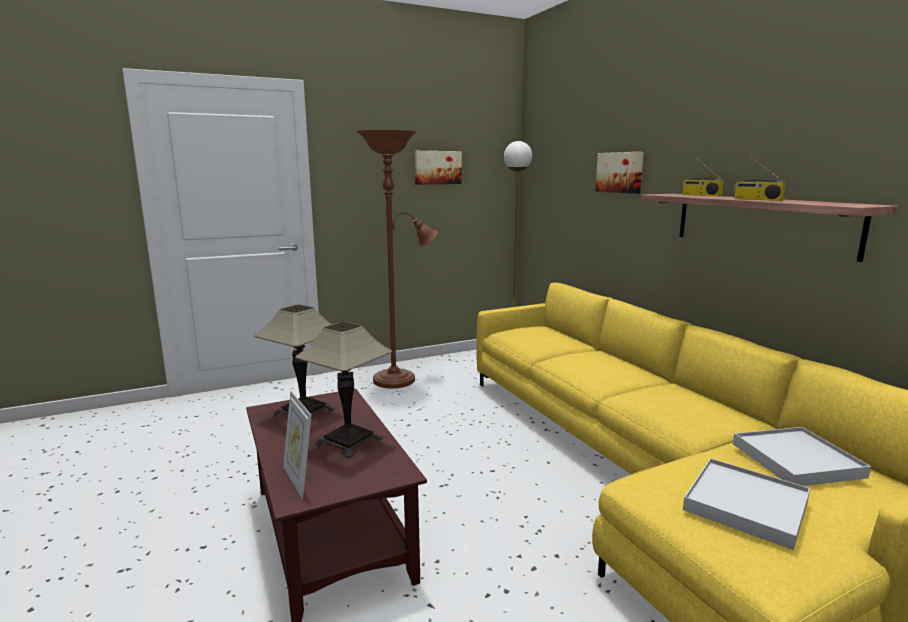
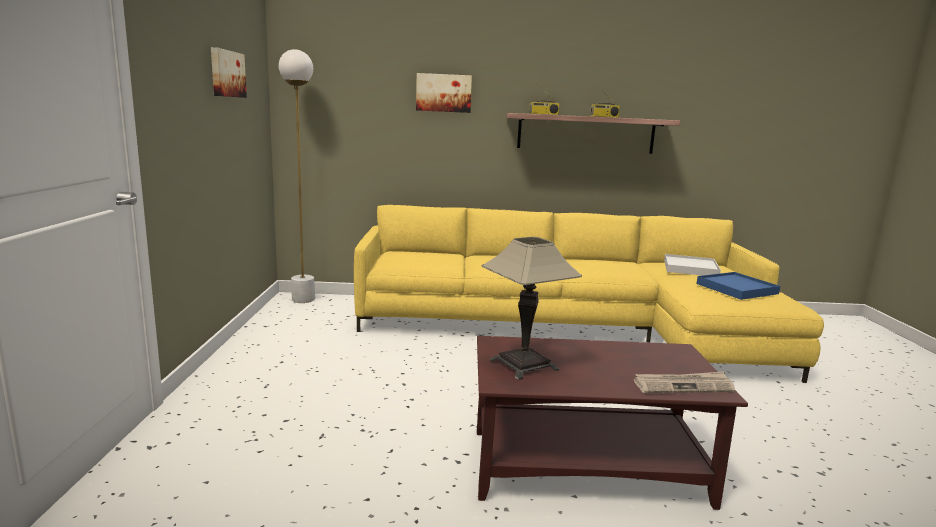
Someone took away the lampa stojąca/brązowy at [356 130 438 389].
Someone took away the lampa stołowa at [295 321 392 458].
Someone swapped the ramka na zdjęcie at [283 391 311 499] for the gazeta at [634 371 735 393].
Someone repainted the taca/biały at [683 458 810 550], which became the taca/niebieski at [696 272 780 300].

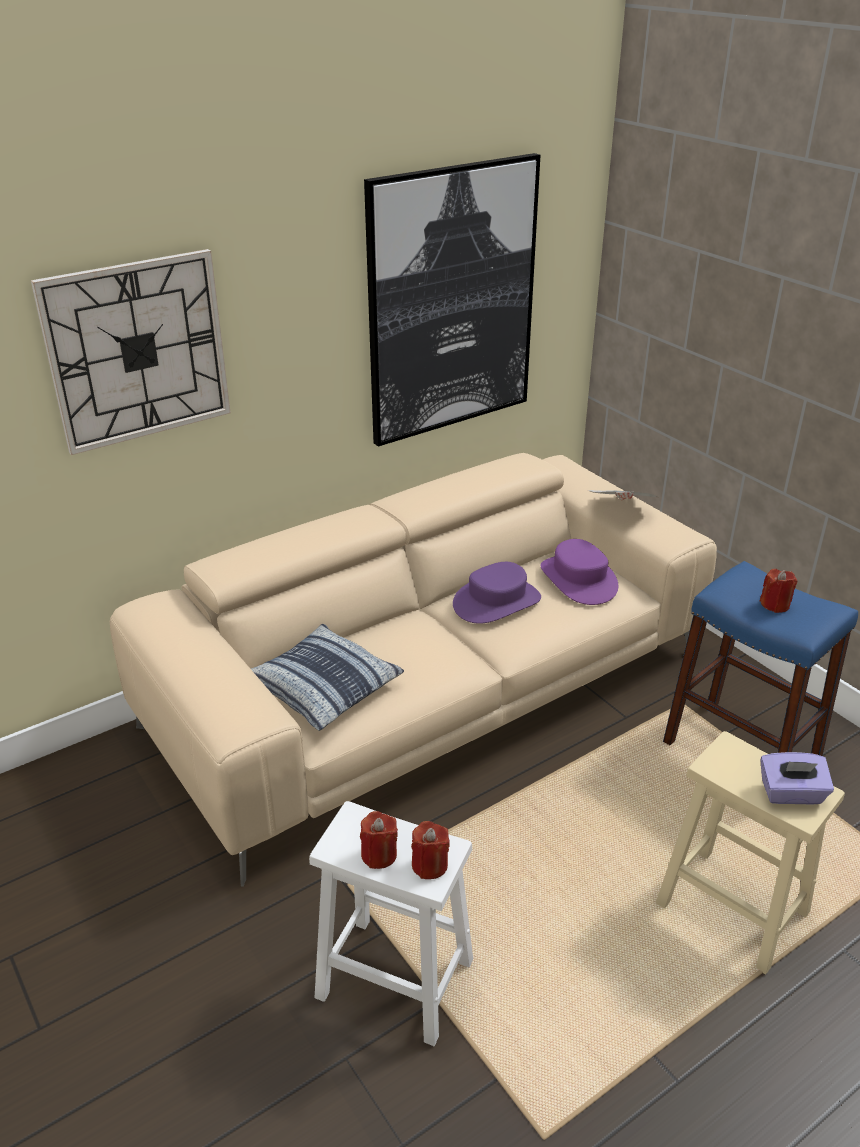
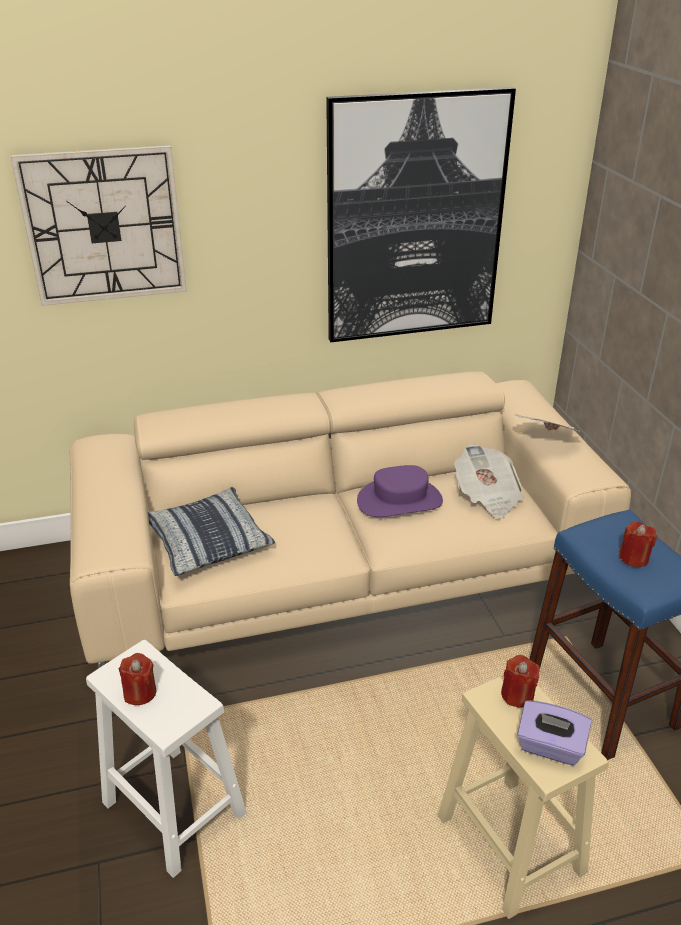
Someone swapped the kapelusz/fioletowy at [541 539 618 605] for the gazeta at [454 444 525 519].
Someone carried the świeca/czerwony from [411 821 450 879] to [501 655 540 708].

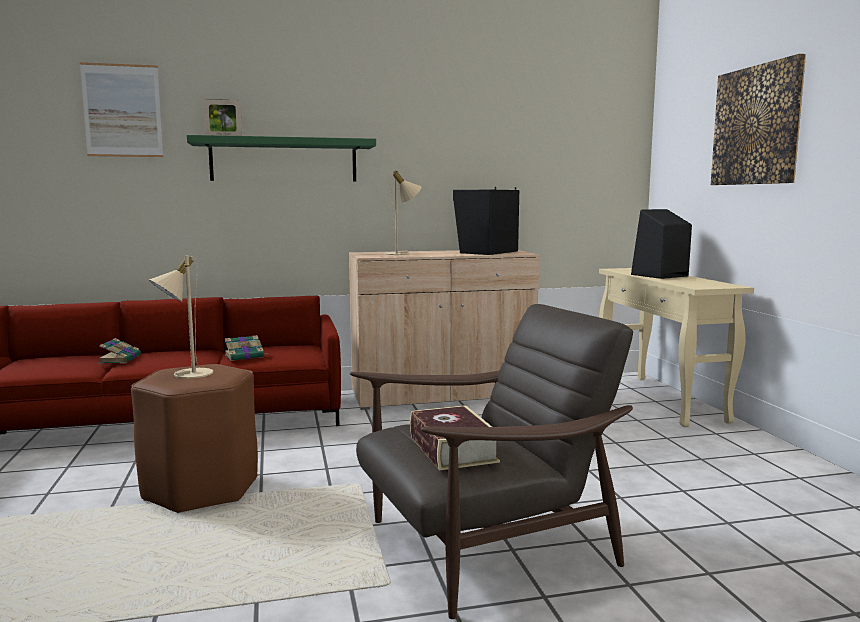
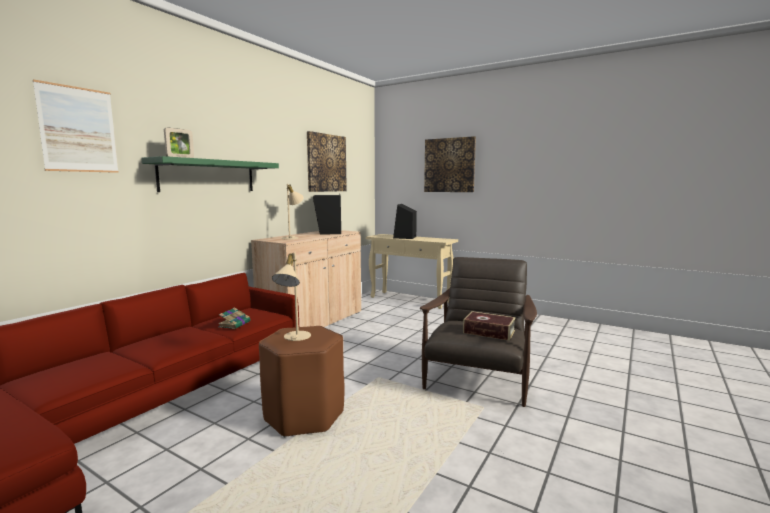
Someone took away the książka at [98 338 141 364].
Someone put up the obraz at [307 131 347 192].

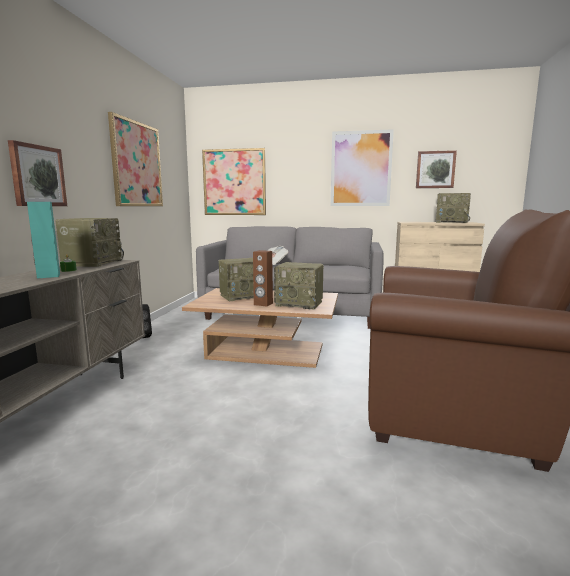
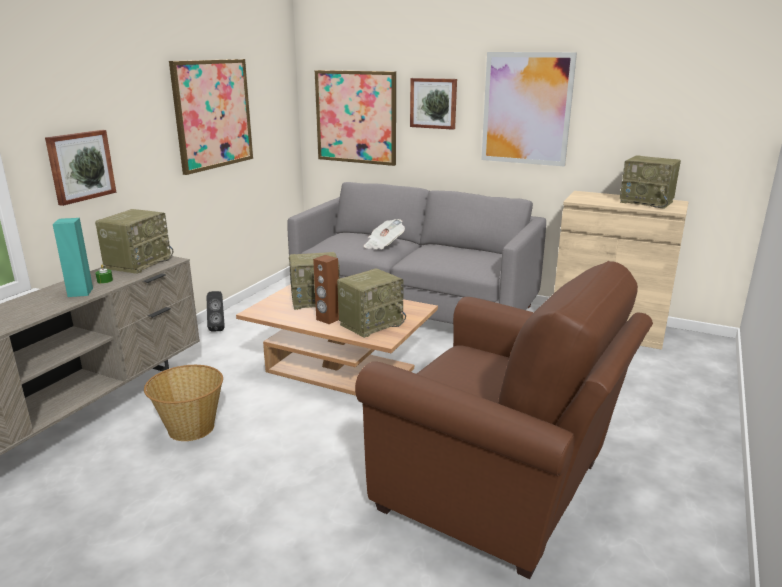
Someone carried the obraz from [416 150 457 188] to [410 78 457 130].
Someone rotated the radio at [274 262 324 310] by 75 degrees counterclockwise.
Someone put down the koszyk at [144 365 223 441].

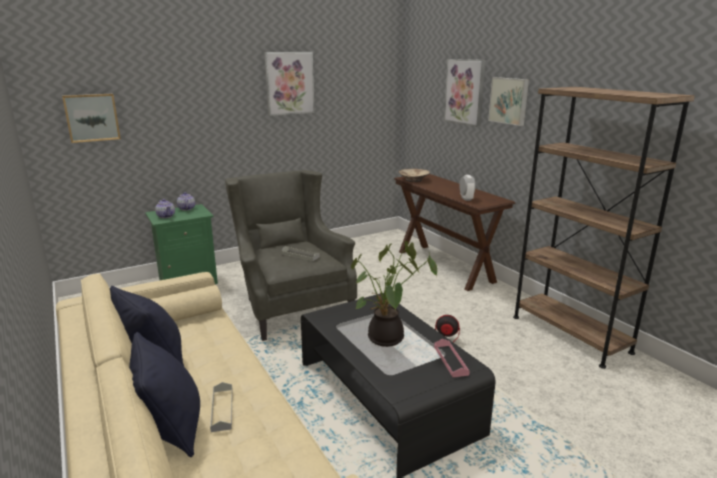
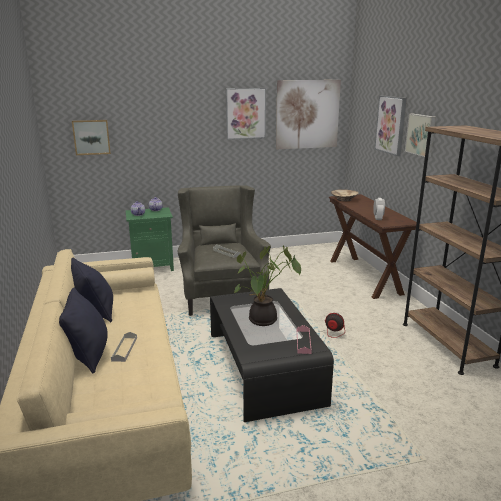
Someone put up the obraz at [276 80 341 149].

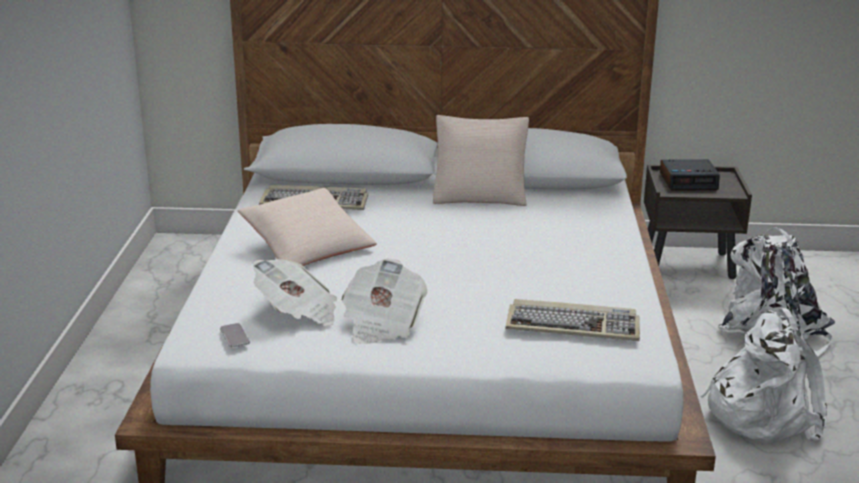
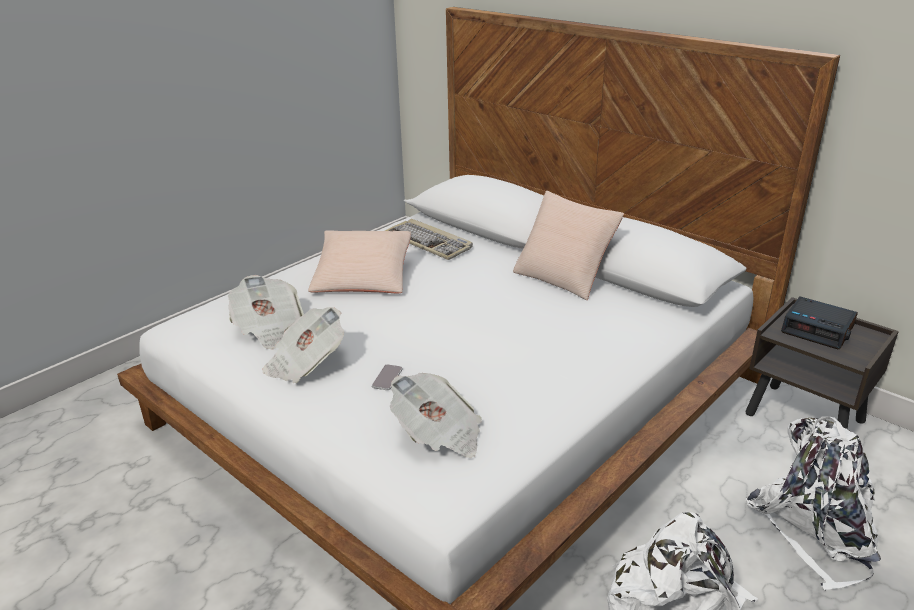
Someone swapped the klawiatura at [506 299 640 341] for the gazeta at [390 373 482 458].
Someone carried the telefon from [220 323 250 347] to [372 364 402 390].

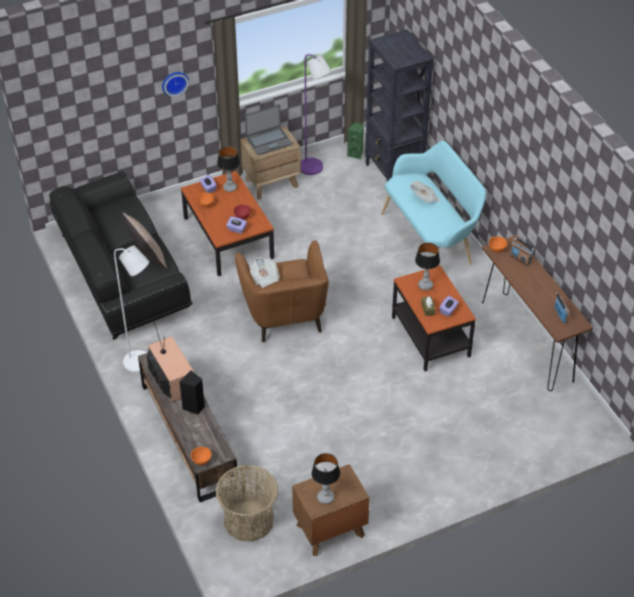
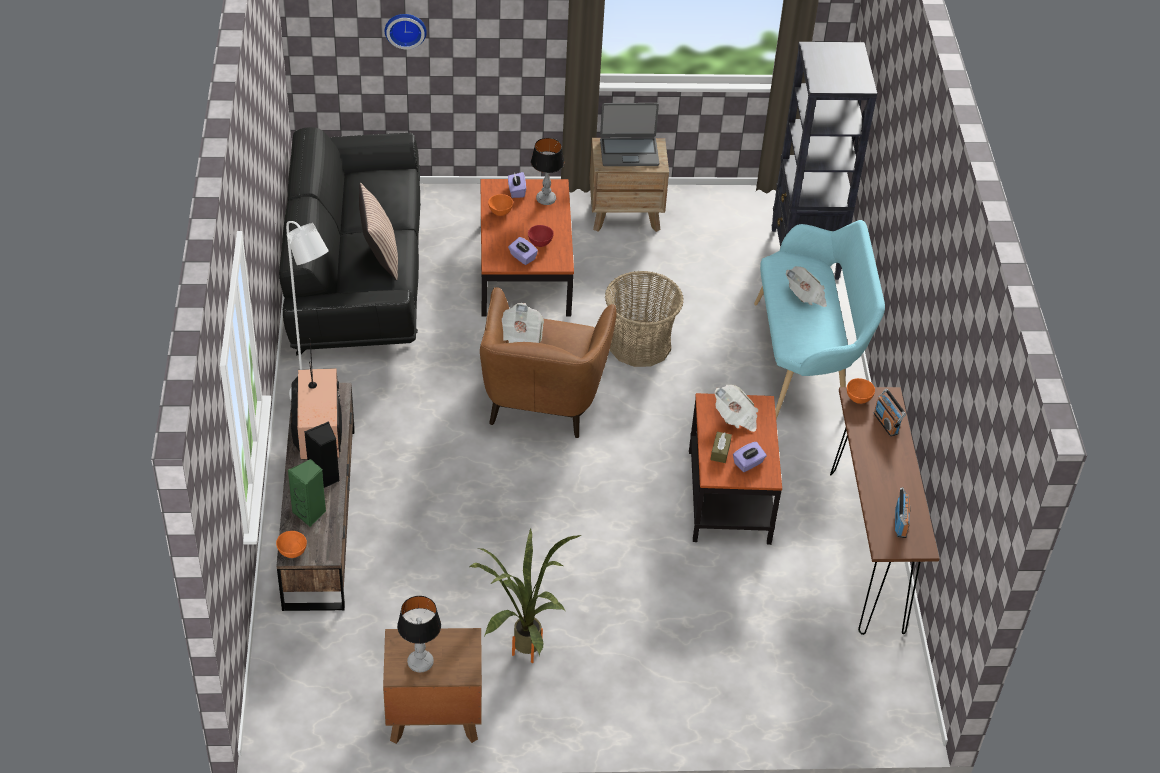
Someone took away the lampa stojąca/fioletowy at [301 54 331 175].
Someone carried the zegar ścienny from [162 72 189 96] to [385 14 427 49].
Someone carried the głośnik/zielony from [347 122 364 159] to [288 459 326 527].
Someone swapped the lampa stołowa at [415 243 440 290] for the gazeta at [715 385 758 432].
Someone carried the koszyk from [215 465 278 541] to [605 271 684 367].
Someone put down the roślina doniczkowa at [470 528 581 663].

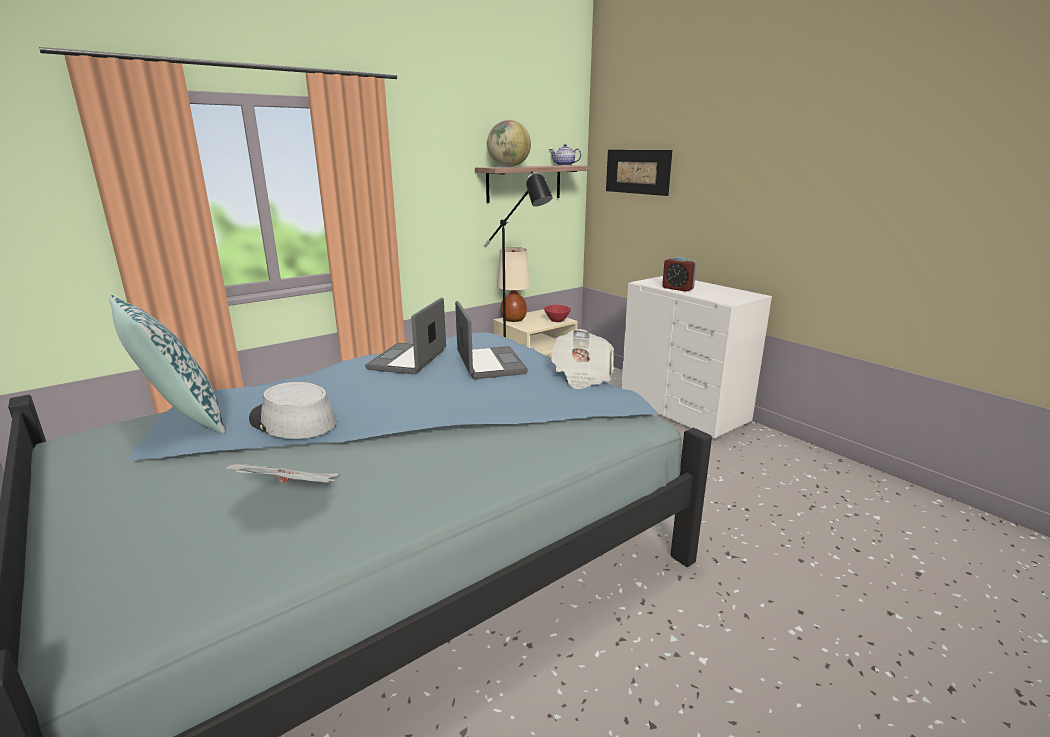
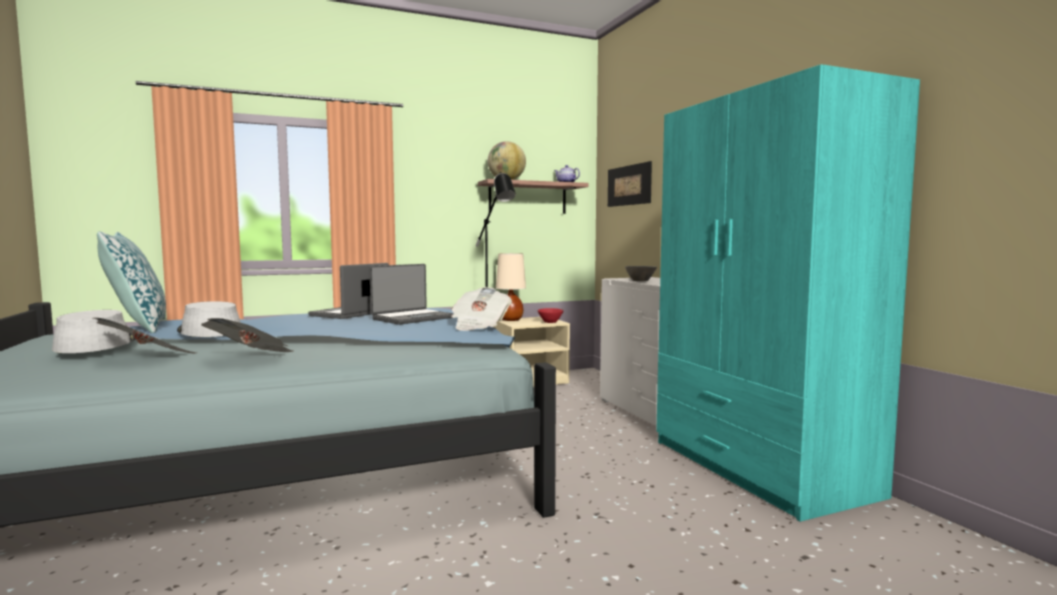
Someone swapped the budzik at [662 257 697 292] for the miska/szary at [625 266 657 281].
Someone rotated the laptop at [455 301 528 379] by 45 degrees clockwise.
Someone put down the szafa/turkusowy at [656 64 920 522].
Someone put down the kapelusz/szary at [52 310 135 353].
Someone put down the gazeta at [201 318 293 352].

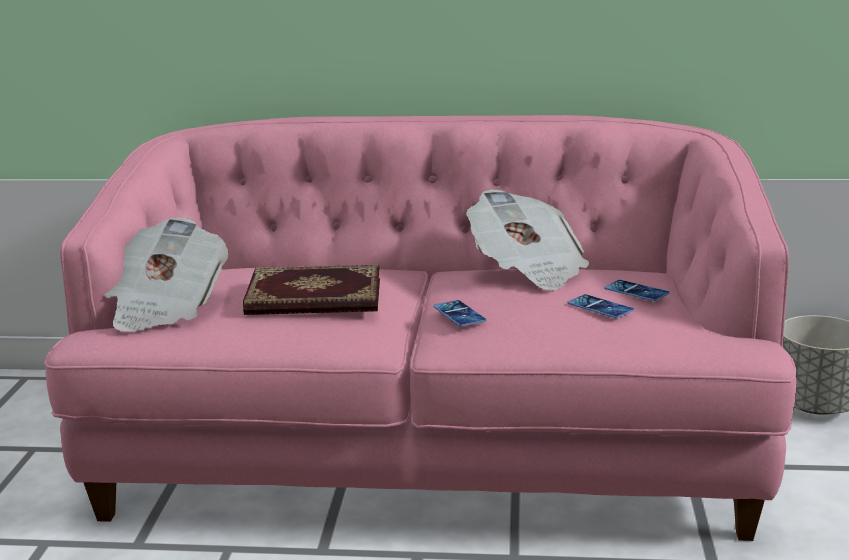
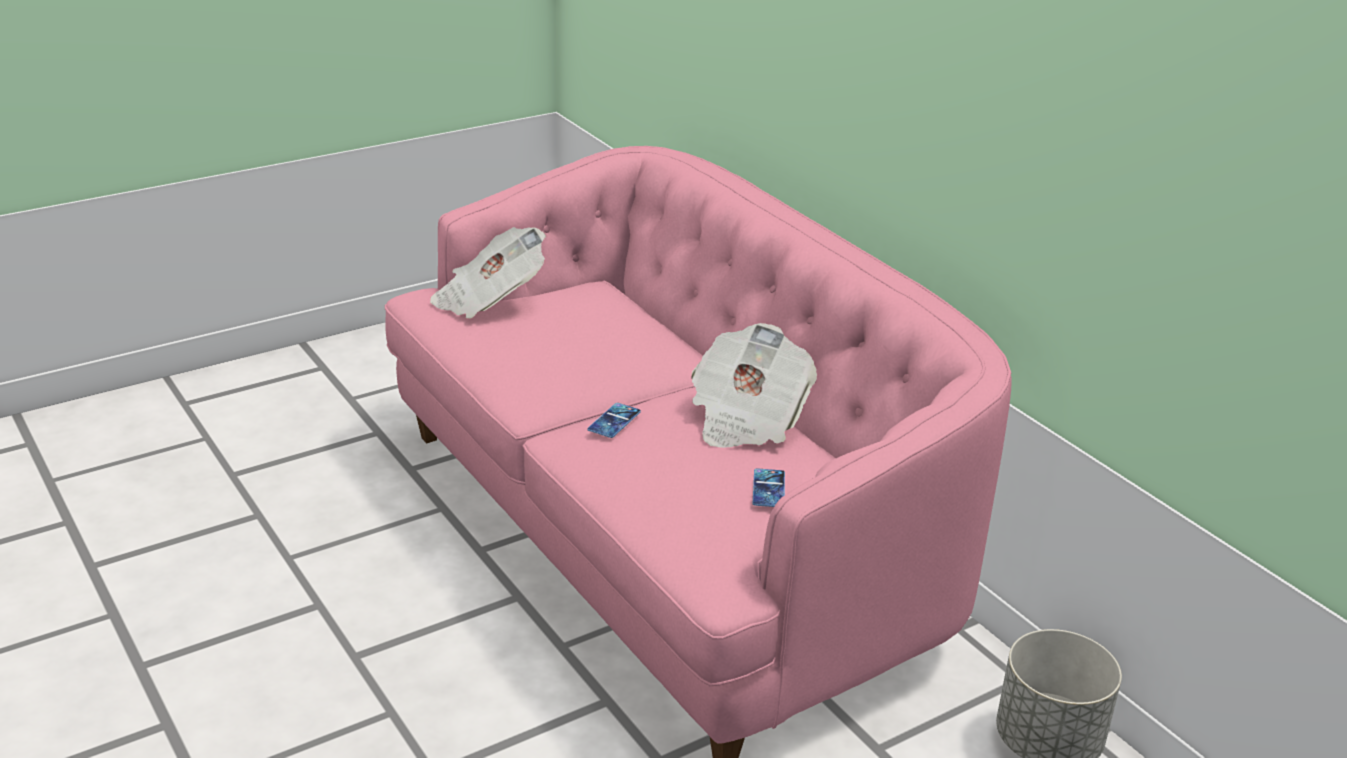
Someone took away the książka at [243 265 380 315].
Someone took away the telefon at [567 294 634 318].

